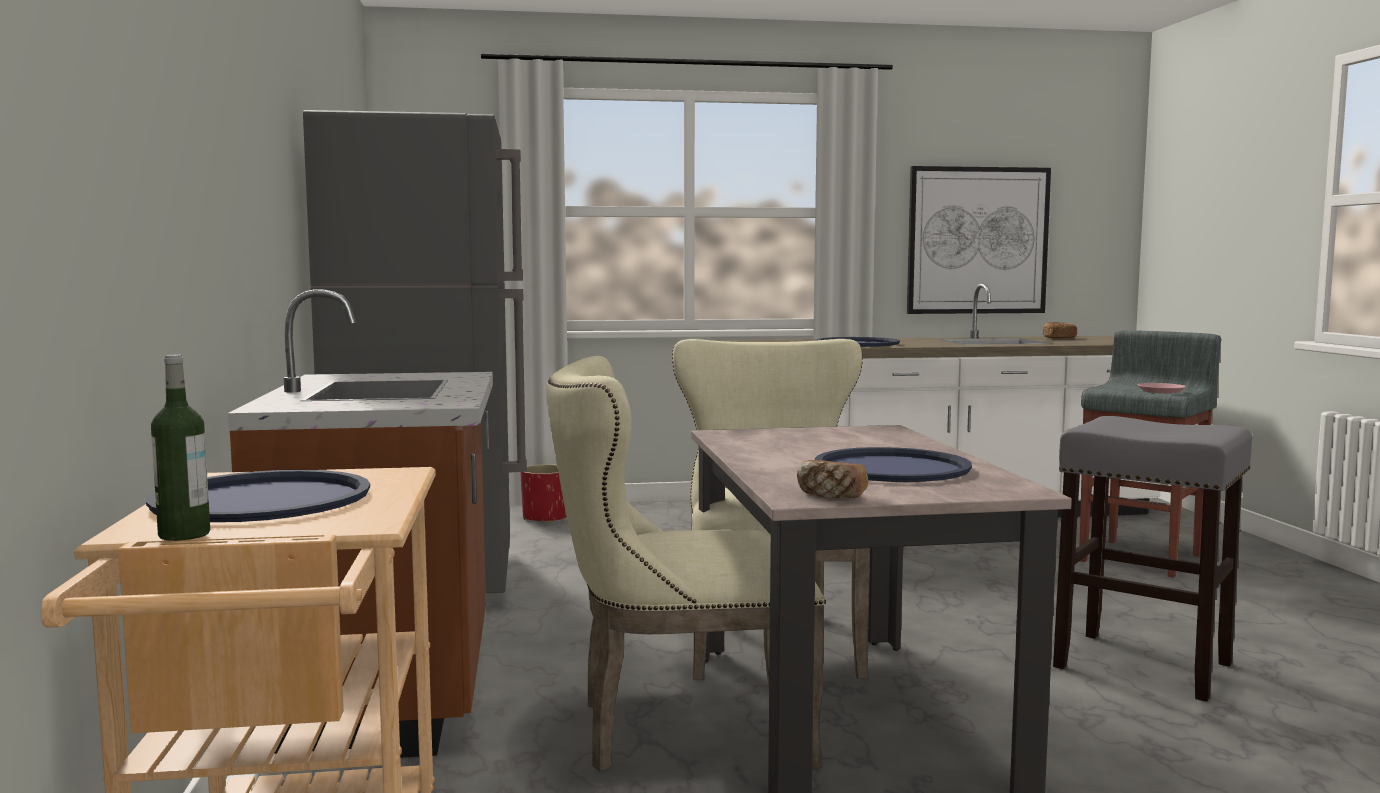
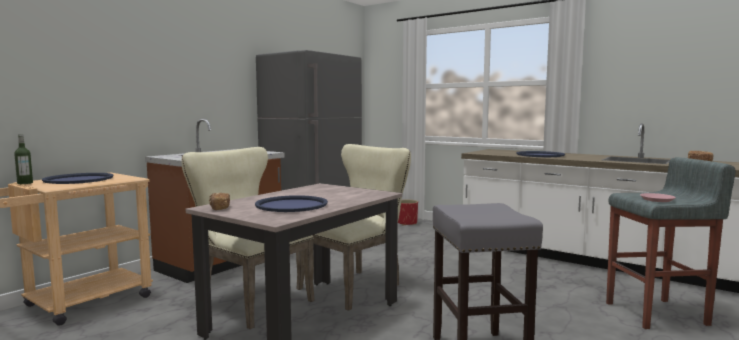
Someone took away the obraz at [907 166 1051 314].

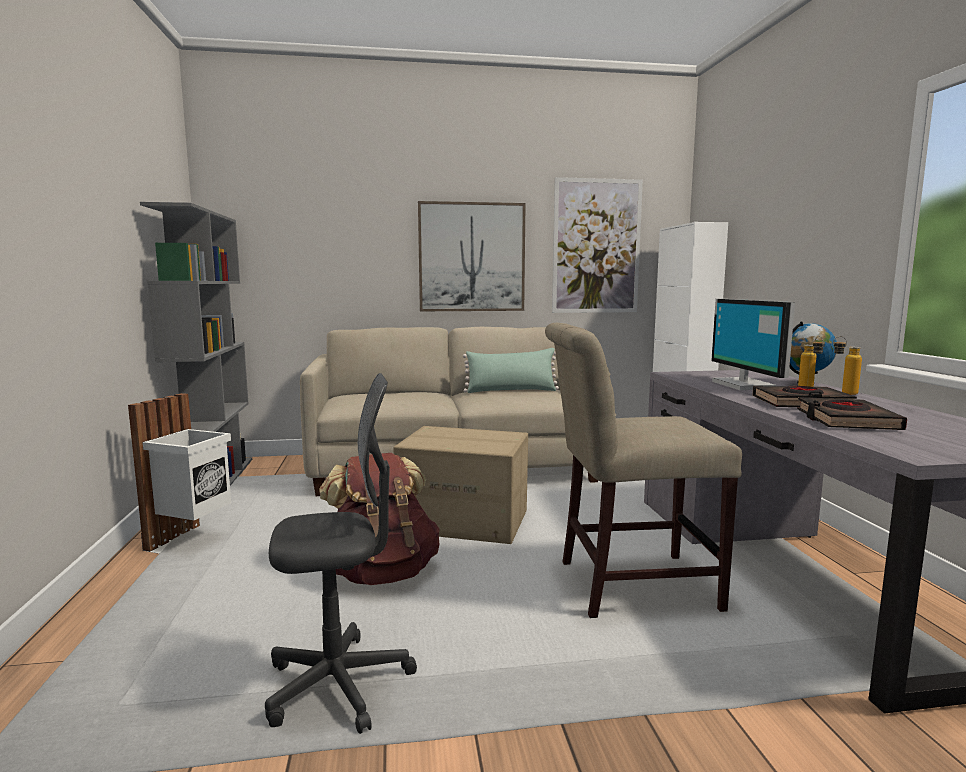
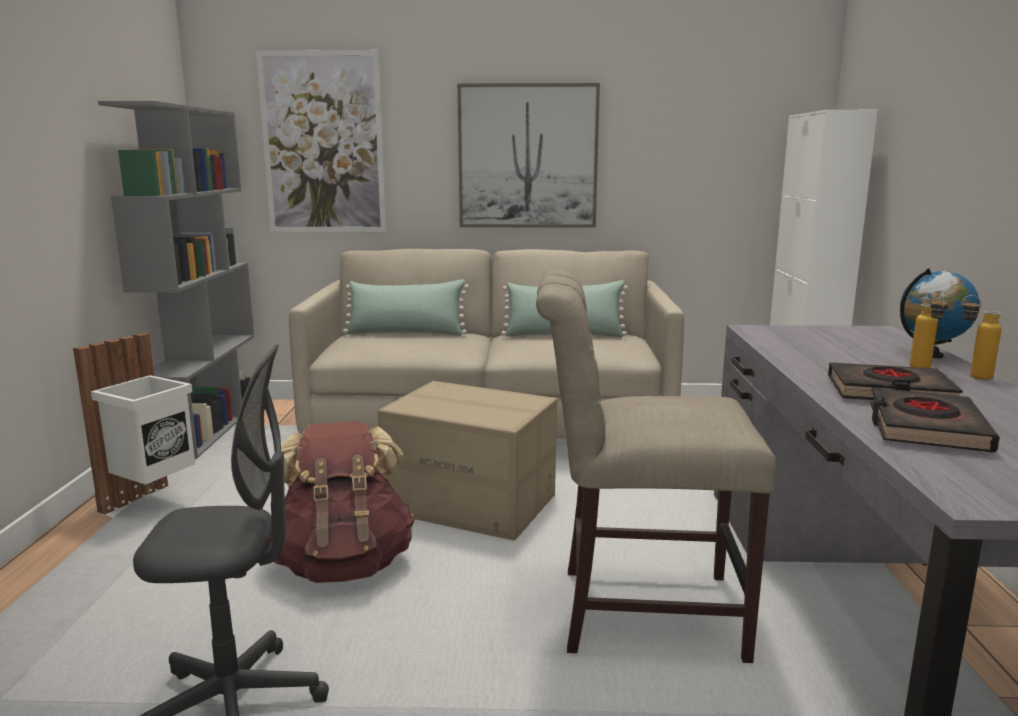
Someone carried the obraz from [552 177 643 313] to [256 50 386 232].
Someone took away the monitor at [711 299 795 390].
Someone put down the poduszka/zielony at [343 279 469 336].

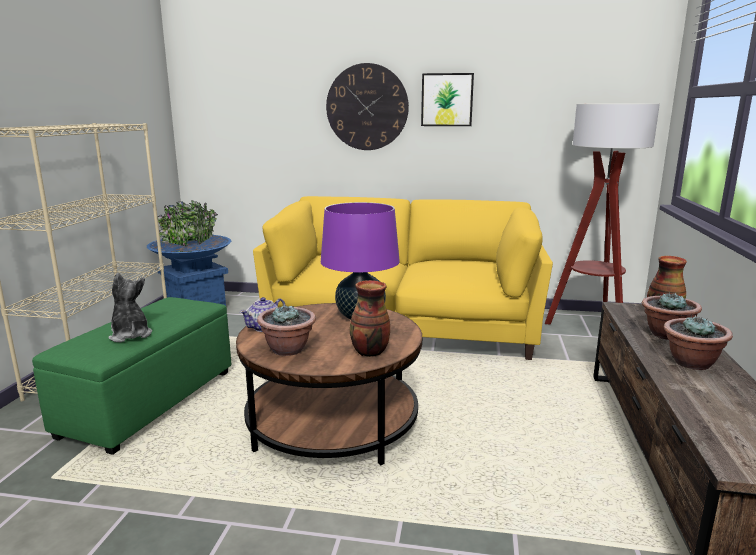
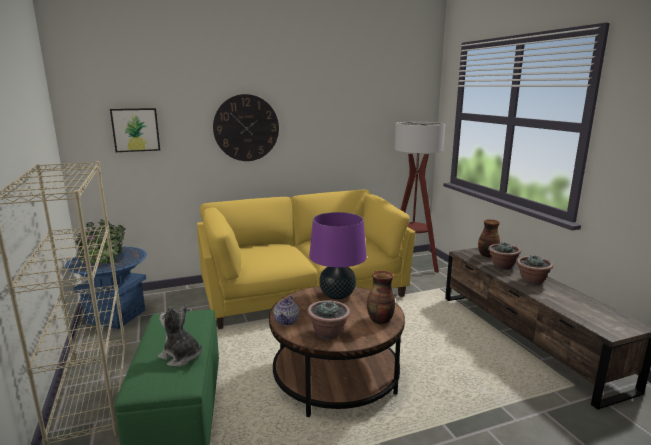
Someone carried the obraz from [421 73 474 126] to [110 108 160 152].

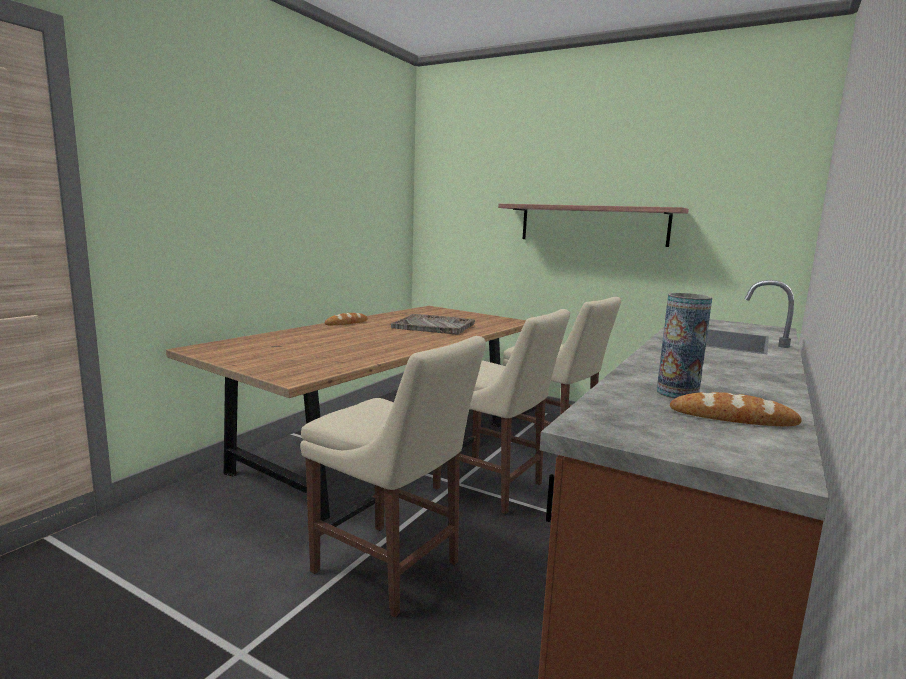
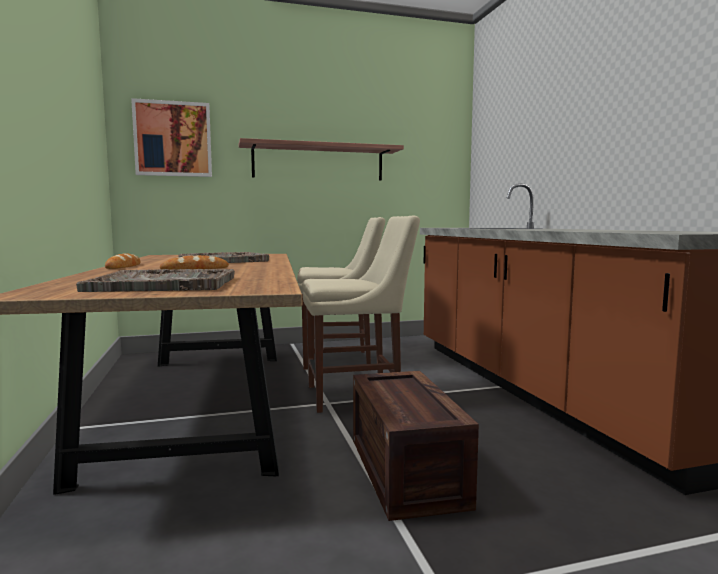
Someone took away the wazon at [657 293 712 399].
Someone swapped the krzesło/beżowy at [300 336 486 617] for the skrzynka at [353 371 479 521].
Someone carried the chleb from [670 392 802 426] to [160 255 229 270].
Someone put up the obraz at [131 98 212 177].
Someone put down the taca/szary at [76 269 235 292].

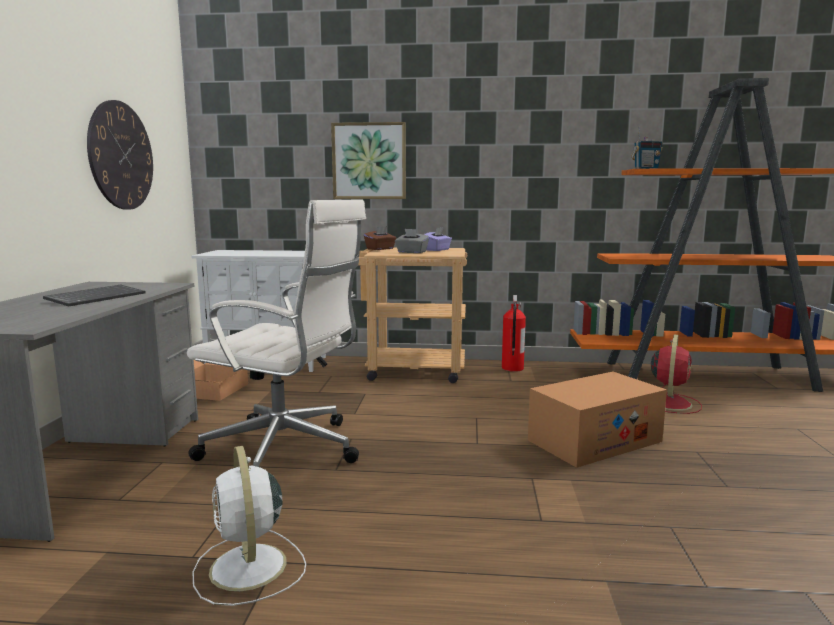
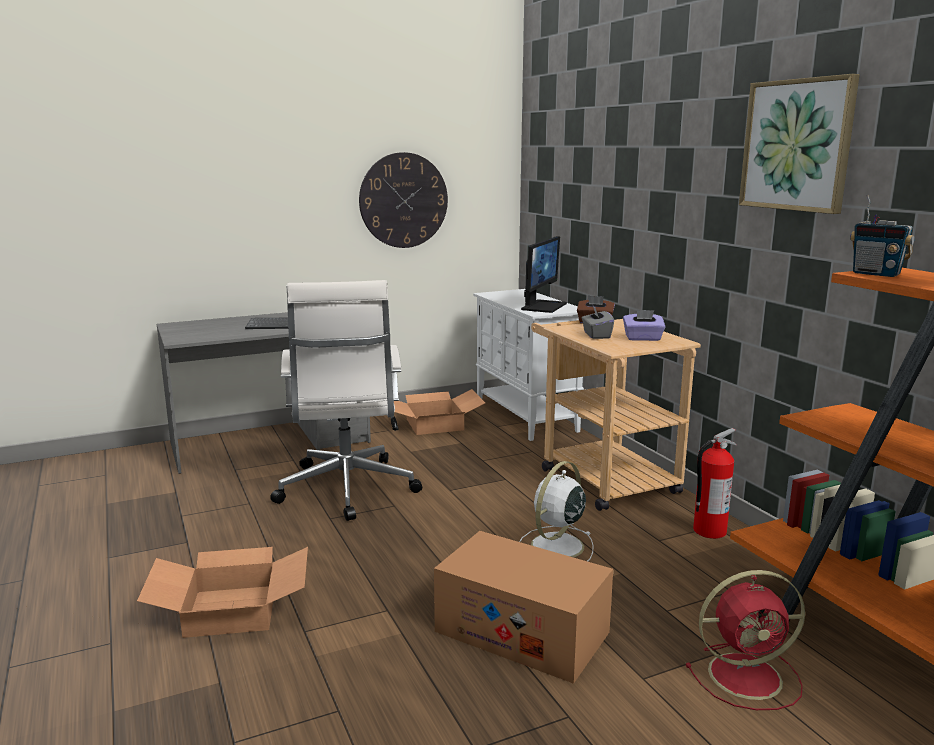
Someone carried the obraz from [331 122 406 199] to [739 74 860 214].
Someone carried the wentylator/biały from [193 446 306 606] to [519 461 594 562].
Someone put down the monitor at [521 236 567 313].
Someone put down the karton at [137 547 308 638].

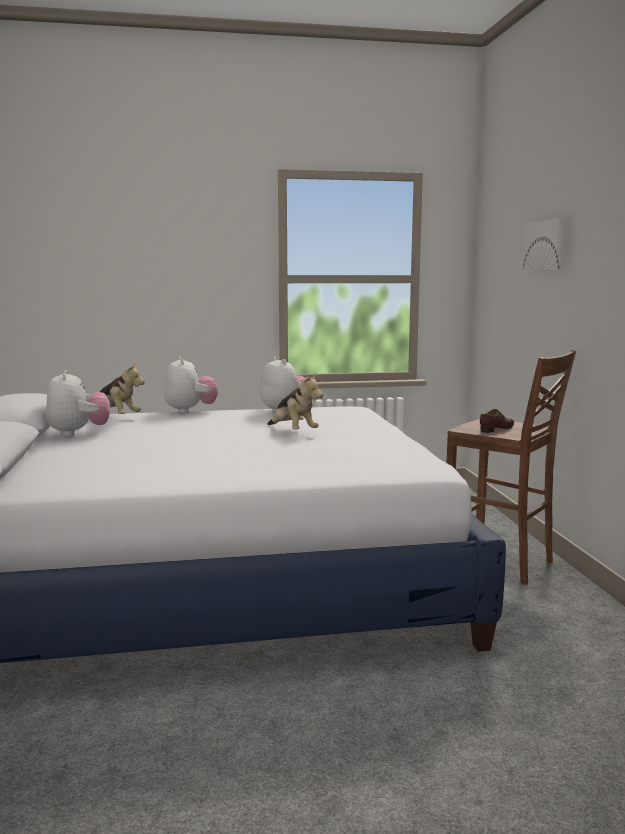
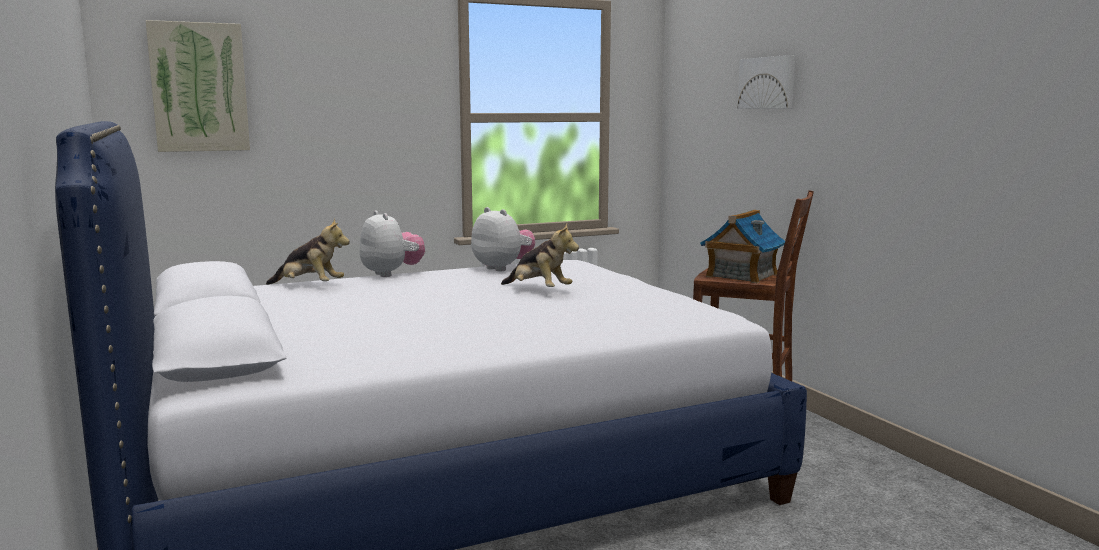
Someone took away the pluszak at [46 370 110 437].
Someone swapped the but/brązowy at [480 409 514 433] for the domek at [700 210 785 284].
Someone put up the obraz at [146 20 250 152].

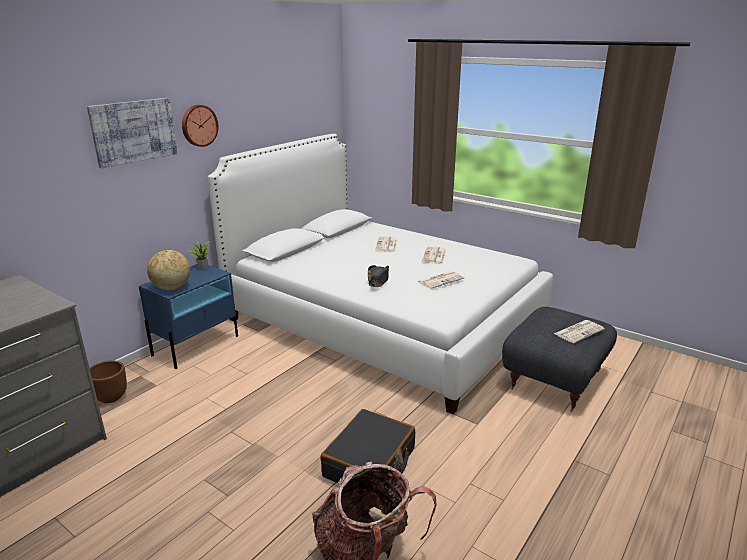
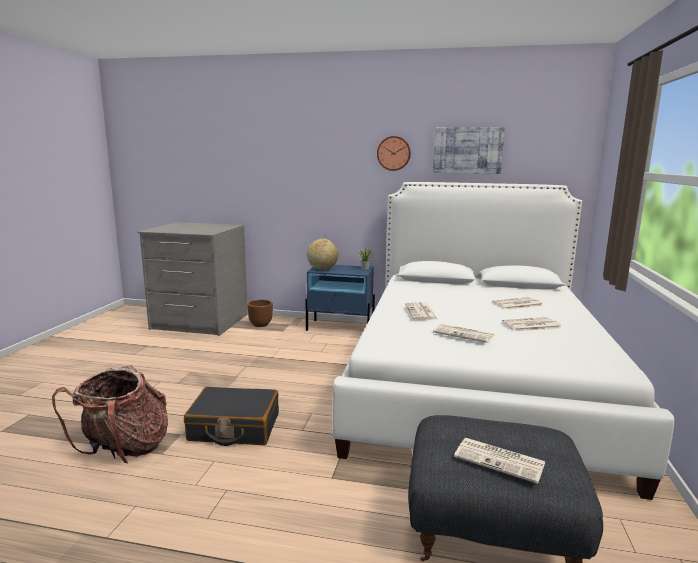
Someone carried the obraz from [87 98 177 168] to [433 127 505 174].
Someone swapped the kapelusz/czarny at [368 265 389 287] for the gazeta at [405 302 438 320].

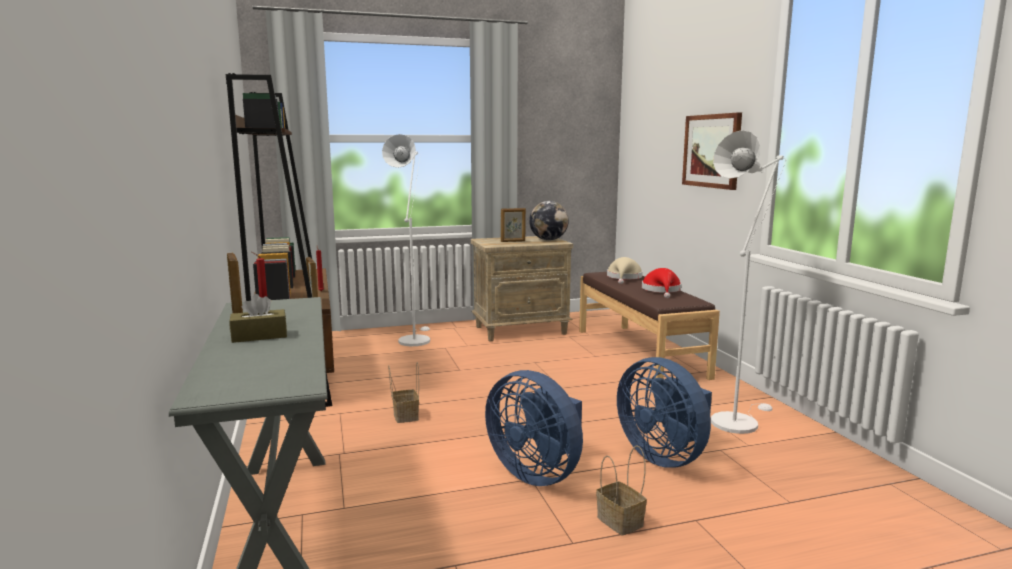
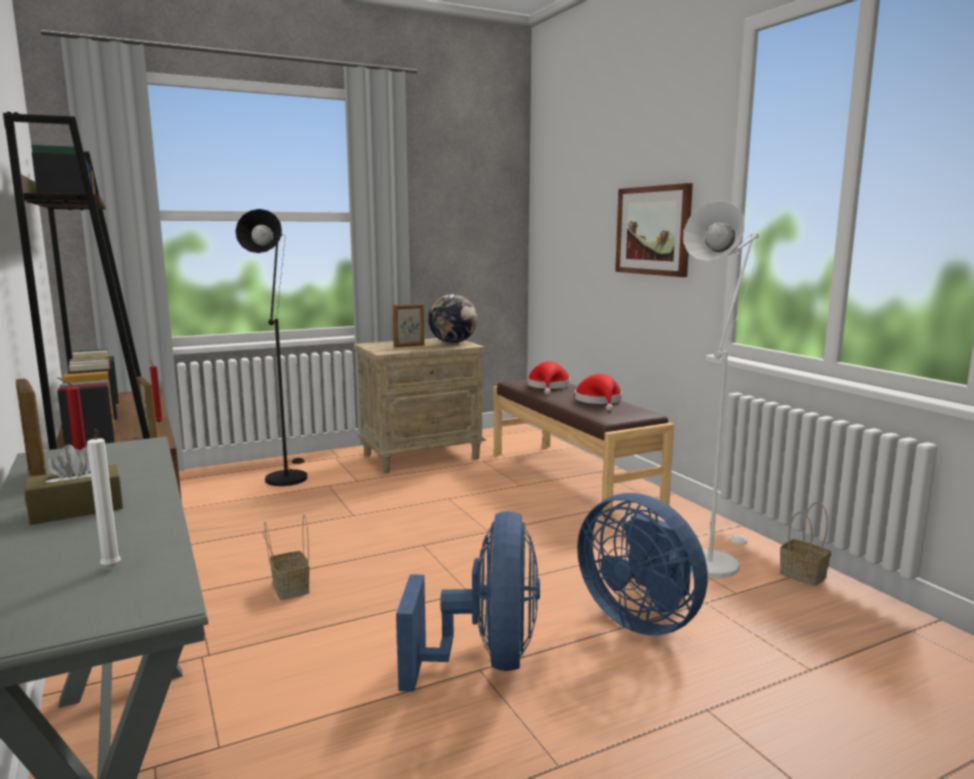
Someone repainted the lampa stojąca/biały at [382 134 430 346], which became the lampa stojąca/czarny at [235 209 307 486].
Someone repainted the kapelusz/beżowy at [607 257 643 284], which became the kapelusz/czerwony at [528 361 570 395].
Someone rotated the wentylator/niebieski at [485 370 583 486] by 120 degrees counterclockwise.
Someone carried the koszyk from [596 445 647 536] to [780 502 831 586].
Someone put down the świeca/biały at [87 429 121 568].

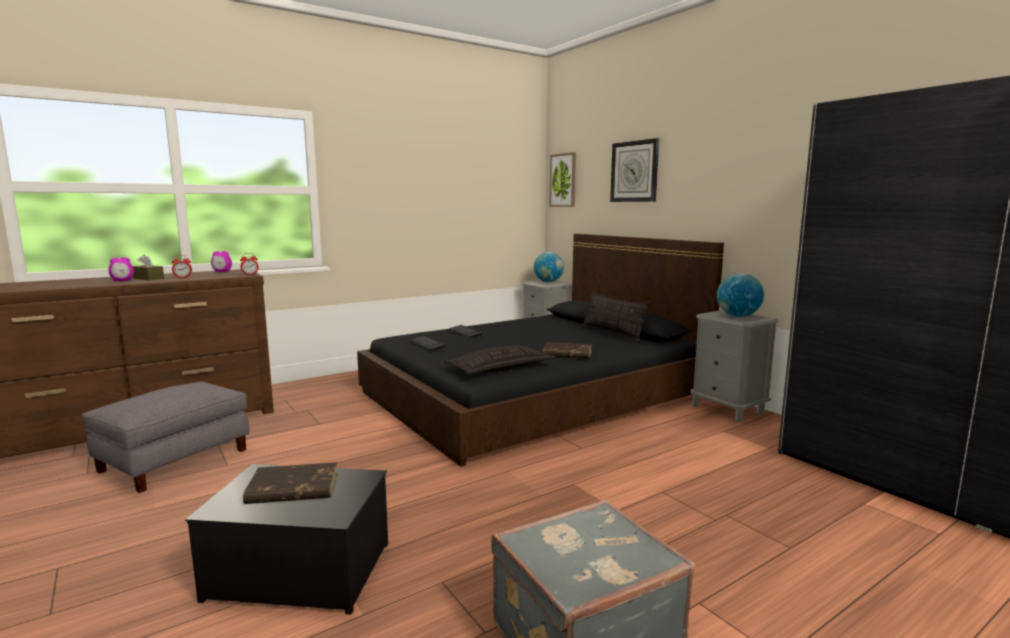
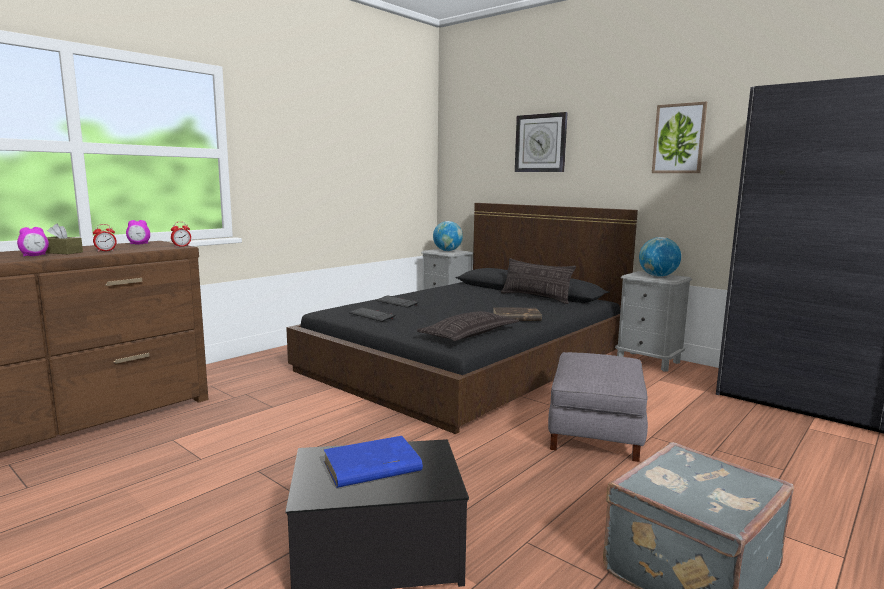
Someone carried the obraz from [550 152 576 207] to [652 102 707 173].
Someone carried the pufa/szary from [82 381 249 493] to [548 352 648 462].
Someone repainted the książka/brązowy at [243 462 338 504], which became the książka/niebieski at [324 436 423 488].

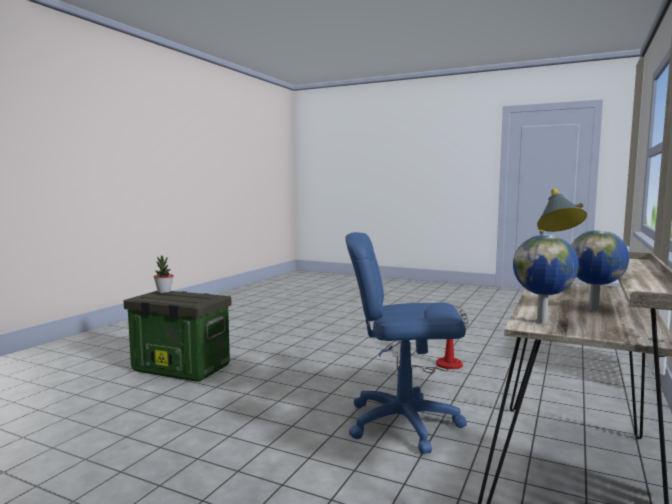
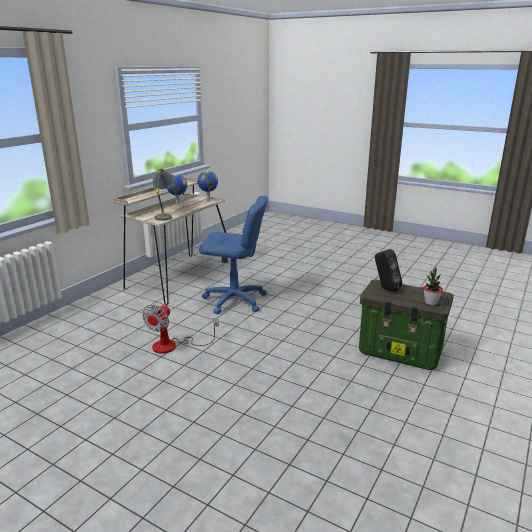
Someone put down the głośnik/czarny at [375 249 402 292].

